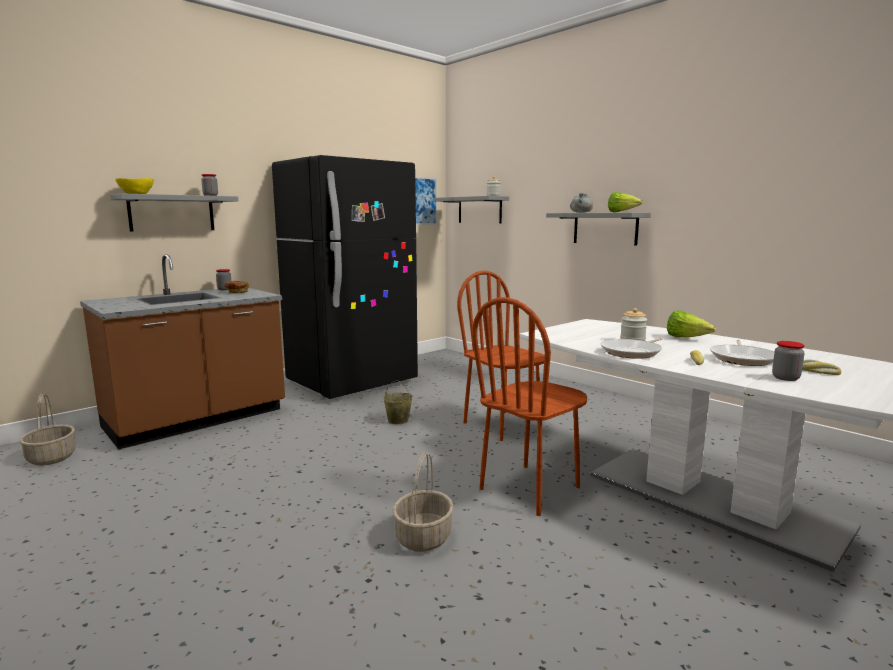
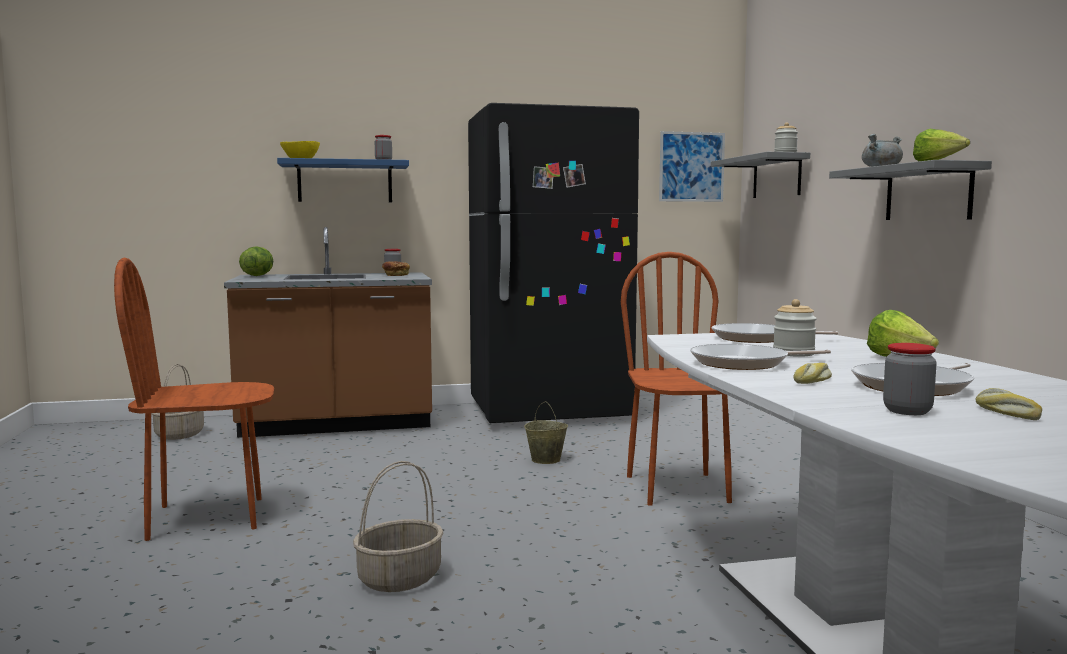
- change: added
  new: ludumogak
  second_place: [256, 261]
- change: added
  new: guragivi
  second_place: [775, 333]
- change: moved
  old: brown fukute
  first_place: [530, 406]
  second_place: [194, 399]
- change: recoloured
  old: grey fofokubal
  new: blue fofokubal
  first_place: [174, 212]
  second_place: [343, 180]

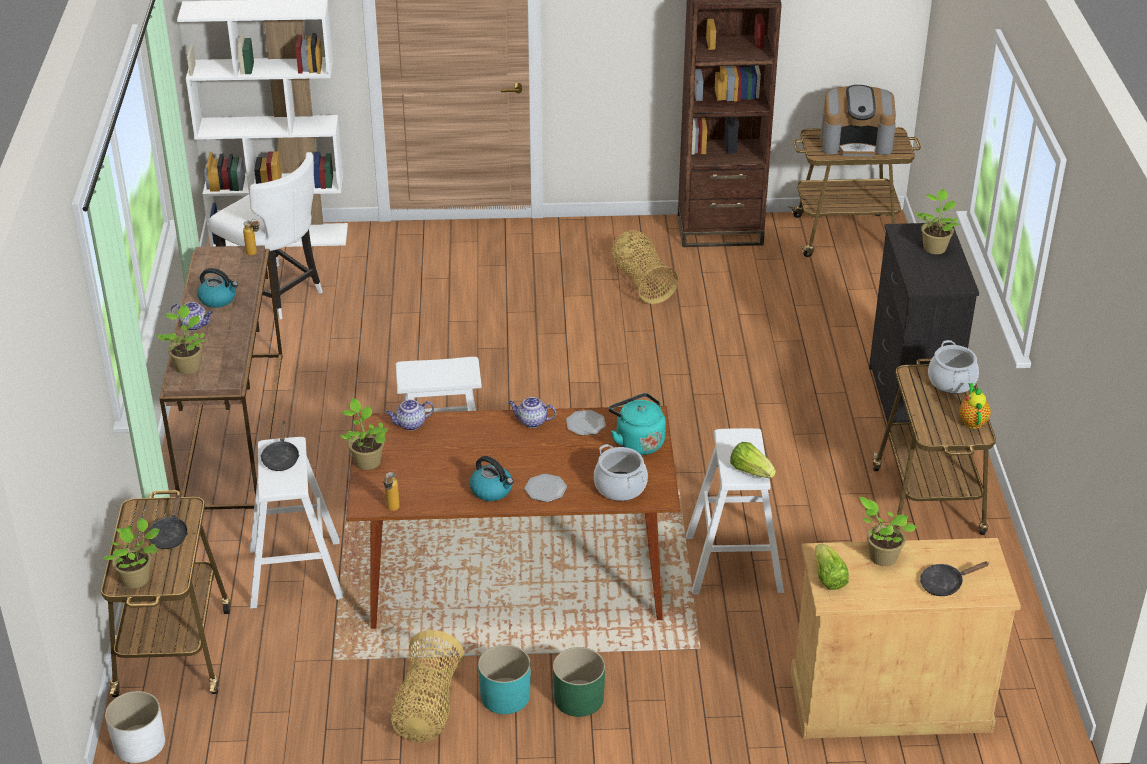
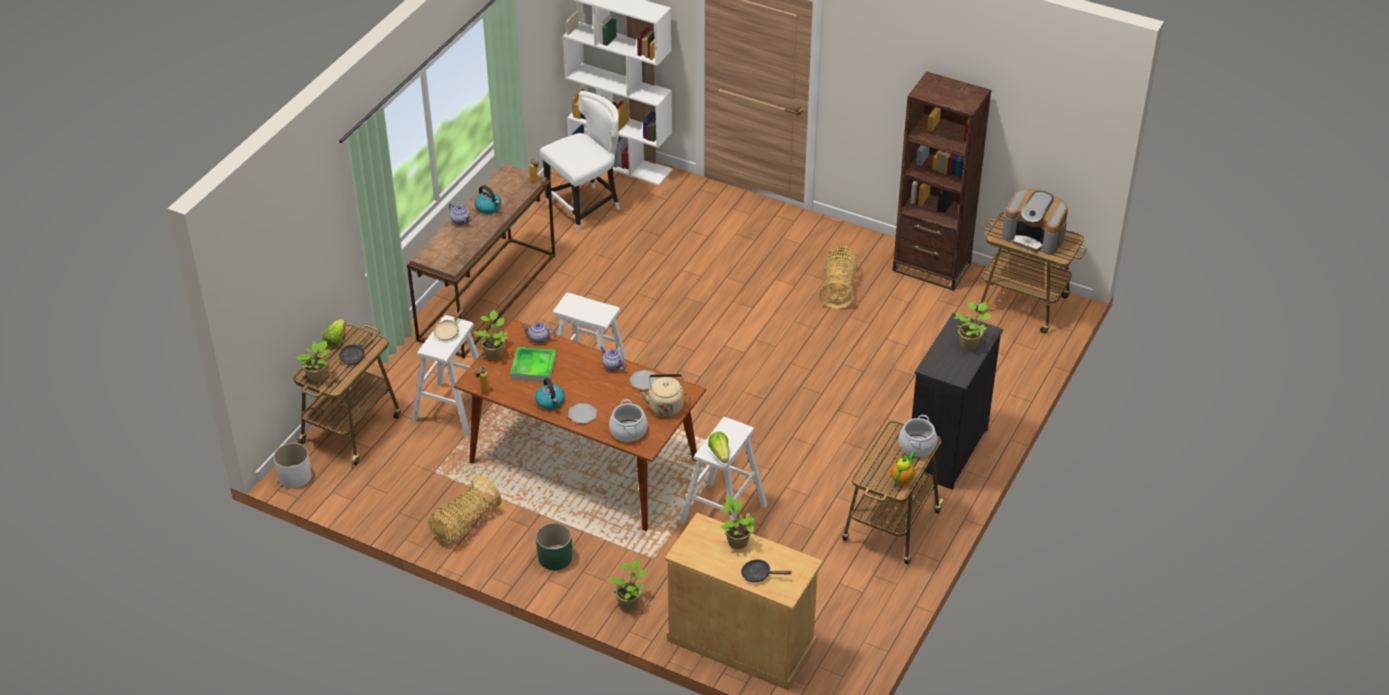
- change: removed
  old: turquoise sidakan
  first_place: [504, 679]
- change: added
  new: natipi
  second_place: [533, 364]
- change: moved
  old: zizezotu
  first_place: [181, 339]
  second_place: [627, 585]
- change: moved
  old: ludumogak
  first_place: [832, 567]
  second_place: [334, 333]
- change: recoloured
  old: black guragivi
  new: beige guragivi
  first_place: [279, 445]
  second_place: [449, 324]
- change: recoloured
  old: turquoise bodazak
  new: beige bodazak
  first_place: [637, 424]
  second_place: [662, 395]
- change: turned
  old: white fukute
  first_place: [265, 236]
  second_place: [580, 161]
  degrees: -105

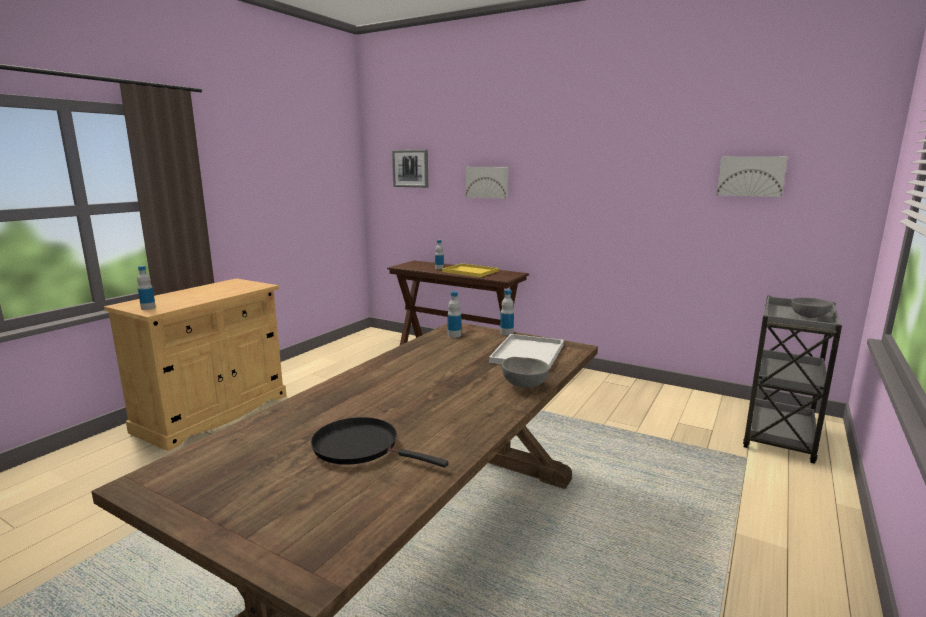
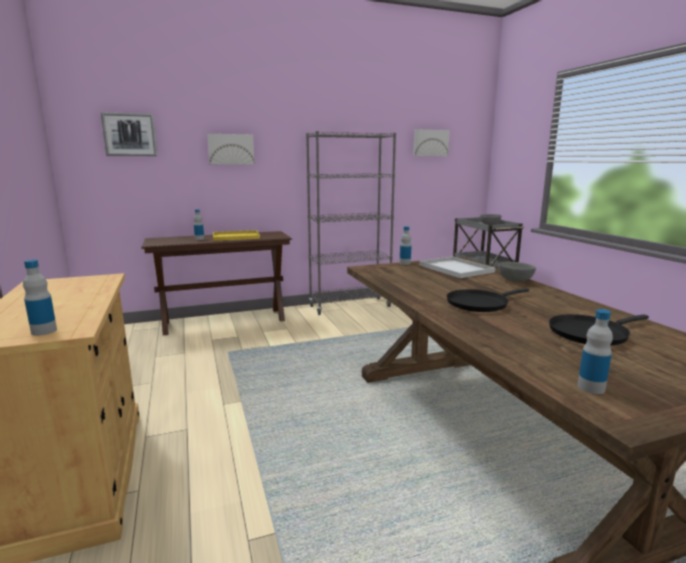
- change: added
  new: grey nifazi
  second_place: [351, 223]
- change: added
  new: black guragivi
  second_place: [488, 300]
- change: moved
  old: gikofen
  first_place: [454, 314]
  second_place: [595, 351]

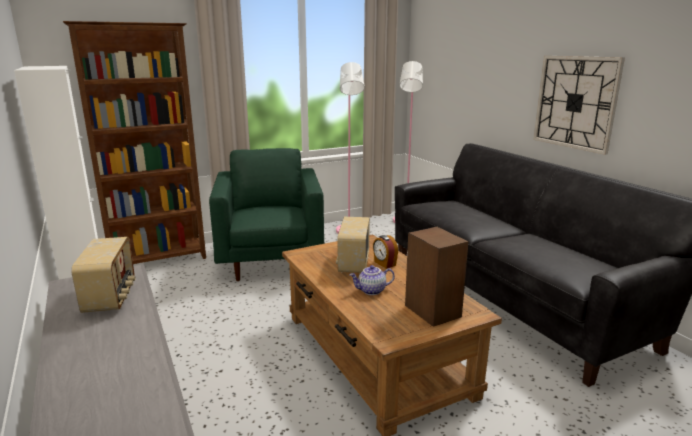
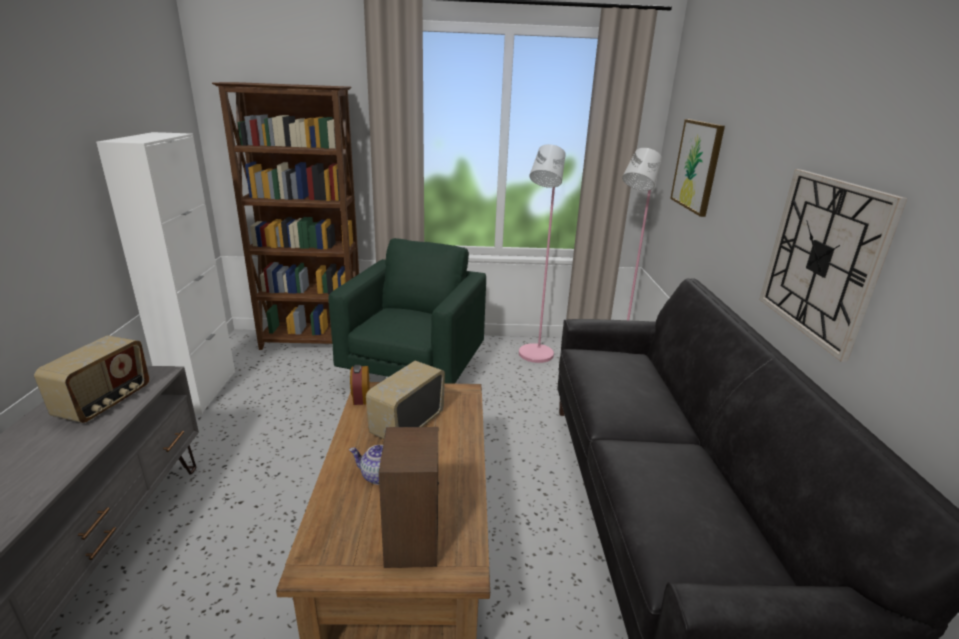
- change: added
  new: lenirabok
  second_place: [697, 168]
- change: moved
  old: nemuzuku
  first_place: [385, 252]
  second_place: [360, 385]

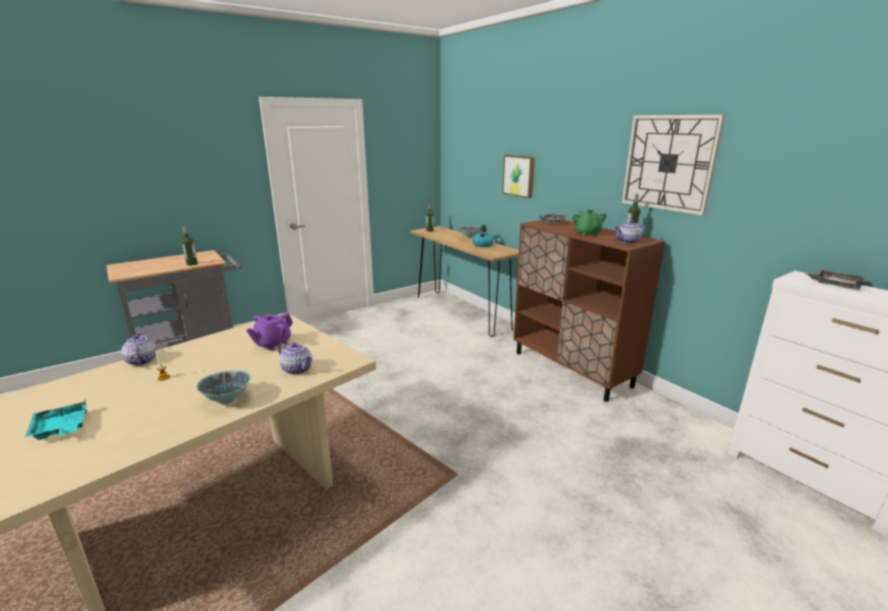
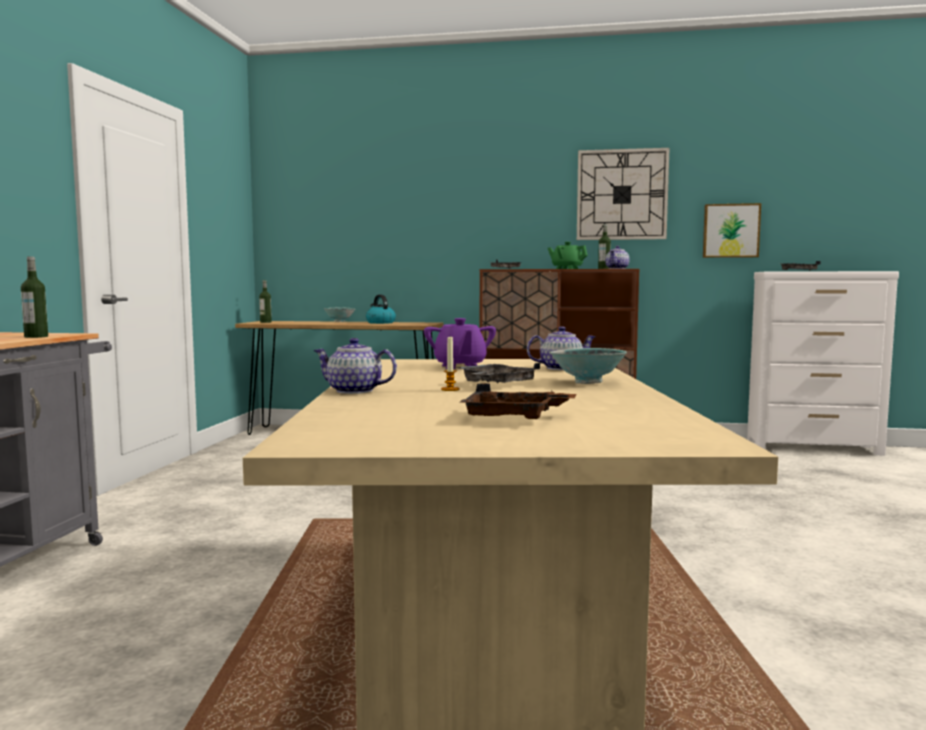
- change: added
  new: grey natipi
  second_place: [498, 373]
- change: moved
  old: lenirabok
  first_place: [518, 176]
  second_place: [732, 230]
- change: recoloured
  old: turquoise natipi
  new: brown natipi
  first_place: [56, 420]
  second_place: [518, 401]

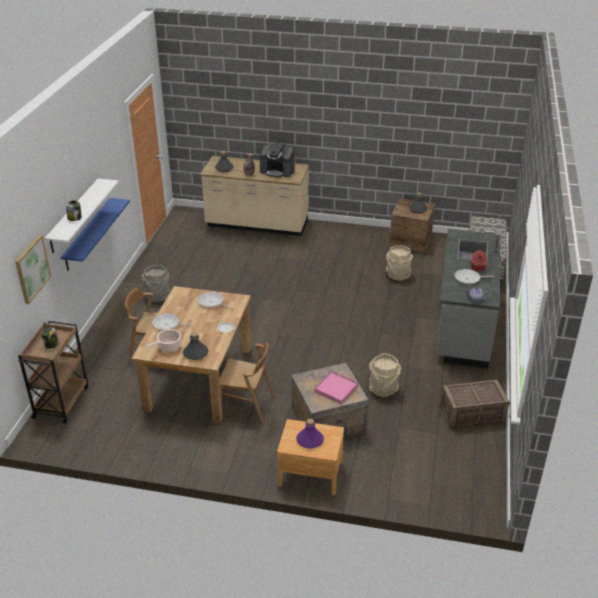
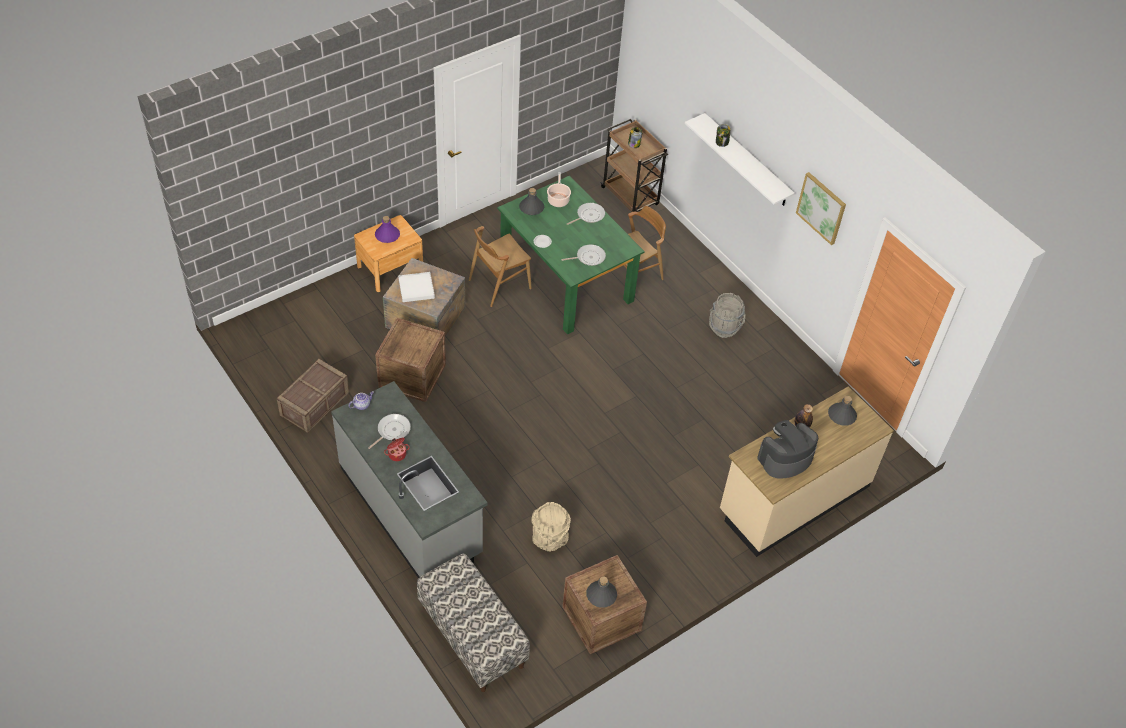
- change: removed
  old: blue fofokubal
  first_place: [95, 234]
- change: moved
  old: lenirabok
  first_place: [33, 269]
  second_place: [821, 208]
- change: replaced
  old: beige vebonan
  new: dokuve
  first_place: [385, 375]
  second_place: [410, 360]
- change: recoloured
  old: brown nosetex
  new: green nosetex
  first_place: [191, 354]
  second_place: [571, 255]
- change: recoloured
  old: pink natipi
  new: white natipi
  first_place: [336, 387]
  second_place: [416, 287]

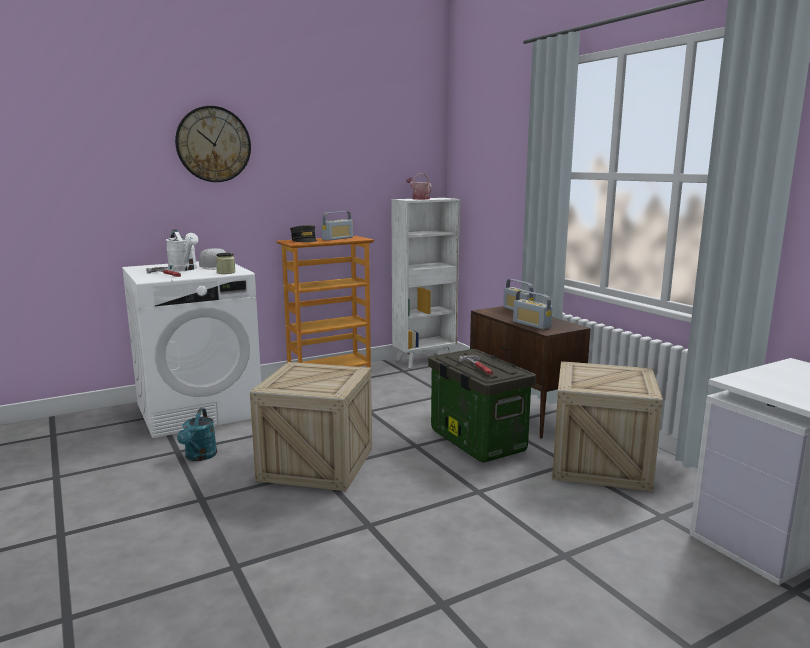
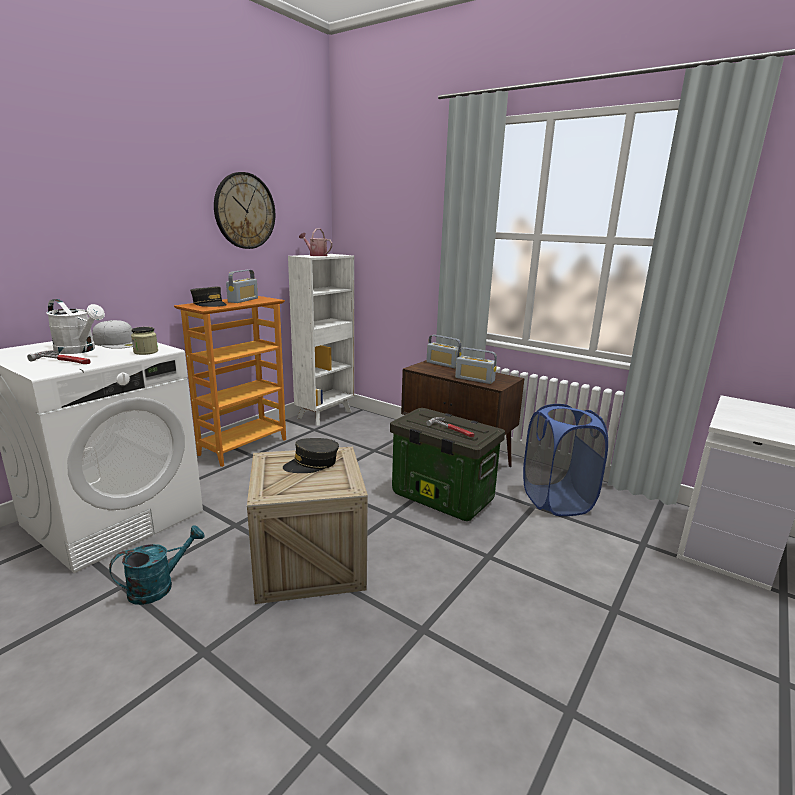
- change: added
  new: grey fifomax
  second_place: [311, 455]
- change: moved
  old: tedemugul
  first_place: [213, 144]
  second_place: [244, 210]
- change: replaced
  old: dokuve
  new: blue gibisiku
  first_place: [607, 426]
  second_place: [565, 460]
- change: turned
  old: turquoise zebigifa
  first_place: [197, 434]
  second_place: [157, 565]
  degrees: -105

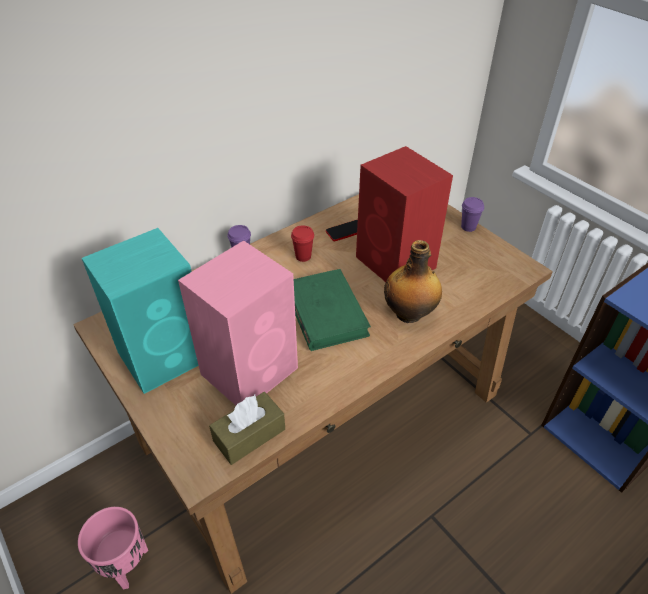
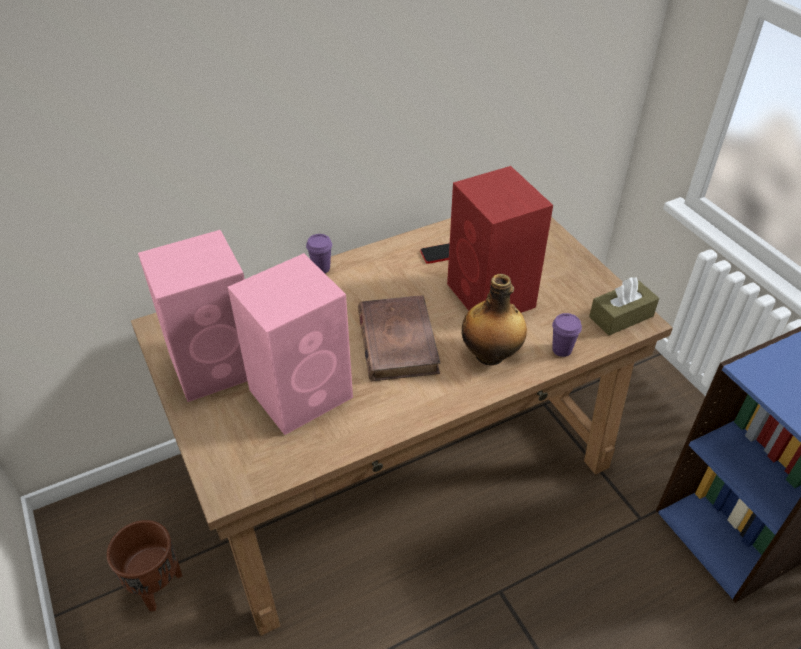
- change: removed
  old: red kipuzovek
  first_place: [302, 243]
- change: moved
  old: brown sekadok
  first_place: [247, 428]
  second_place: [624, 306]
- change: moved
  old: purple kipuzovek
  first_place: [472, 214]
  second_place: [567, 335]
- change: recoloured
  old: pink sidakan
  new: brown sidakan
  first_place: [113, 548]
  second_place: [144, 565]
- change: recoloured
  old: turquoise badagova
  new: pink badagova
  first_place: [140, 311]
  second_place: [192, 316]
- change: recoloured
  old: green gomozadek
  new: brown gomozadek
  first_place: [332, 310]
  second_place: [399, 338]

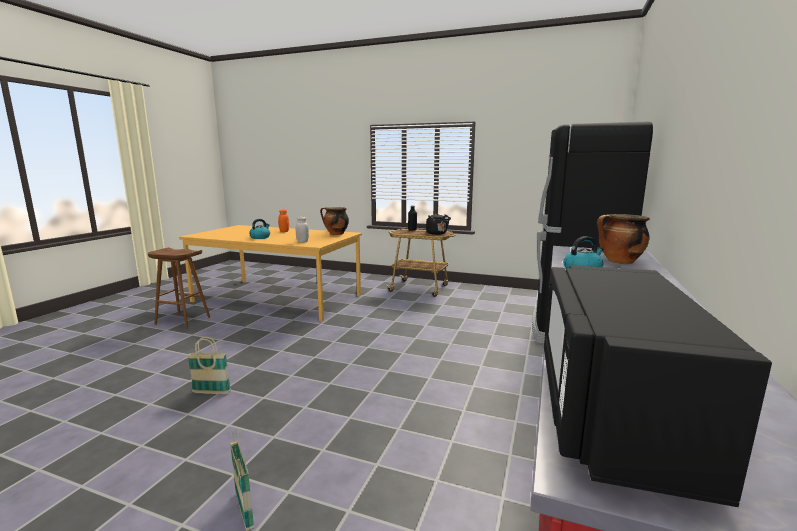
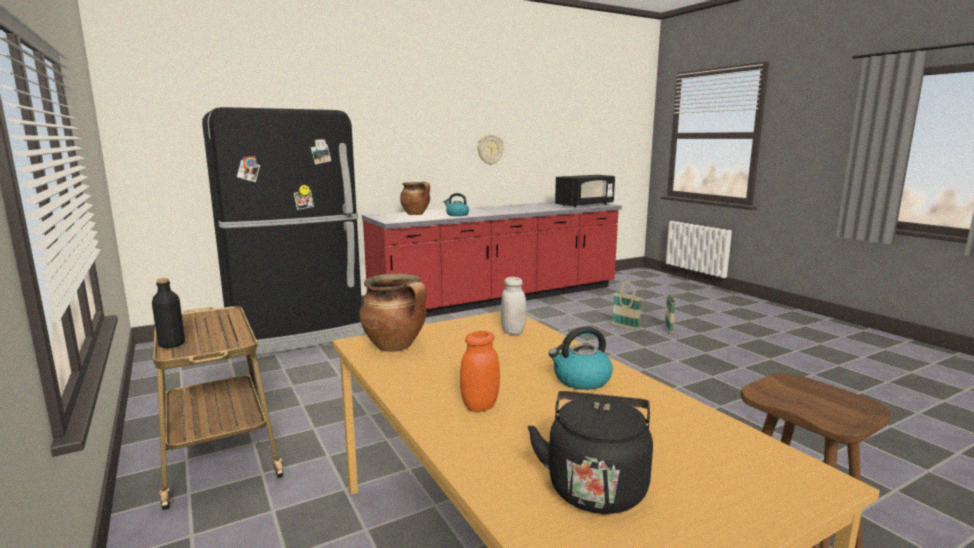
- change: added
  new: tedemugul
  second_place: [491, 150]
- change: moved
  old: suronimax
  first_place: [209, 365]
  second_place: [627, 306]
- change: moved
  old: black bodazak
  first_place: [438, 224]
  second_place: [590, 452]

